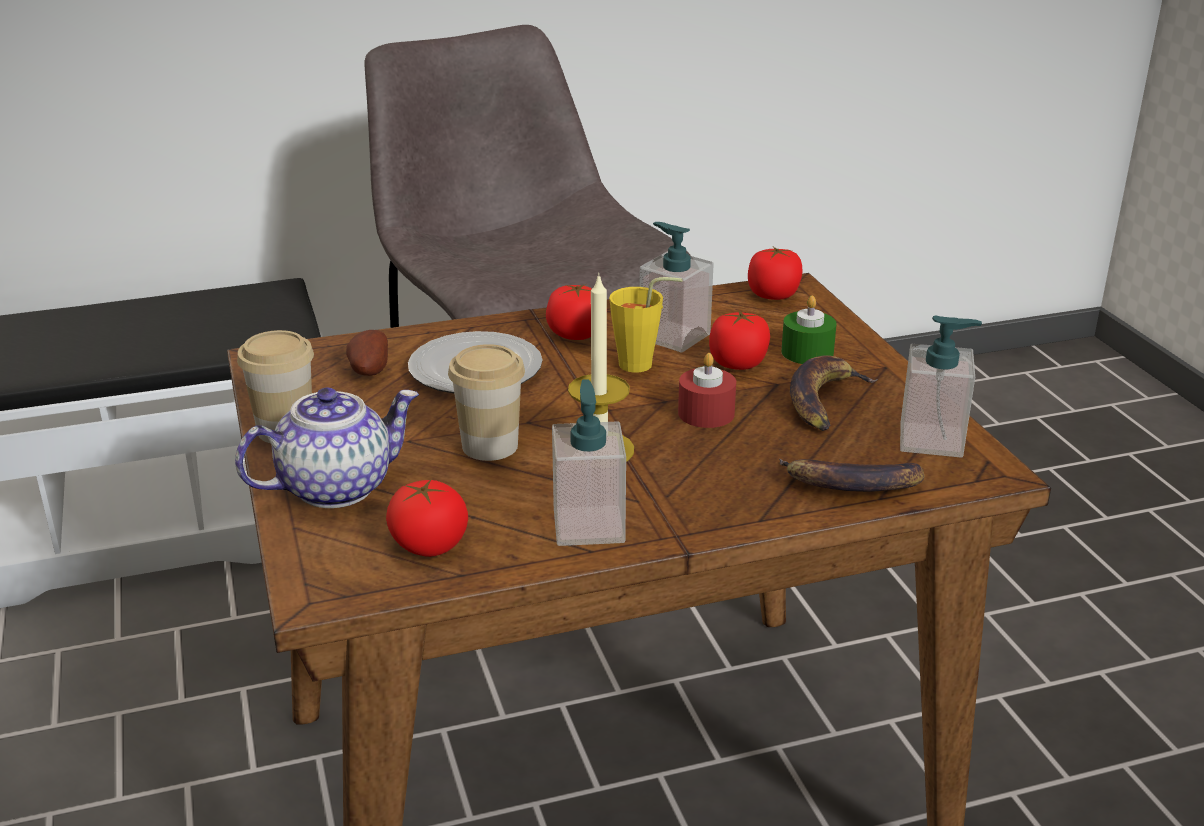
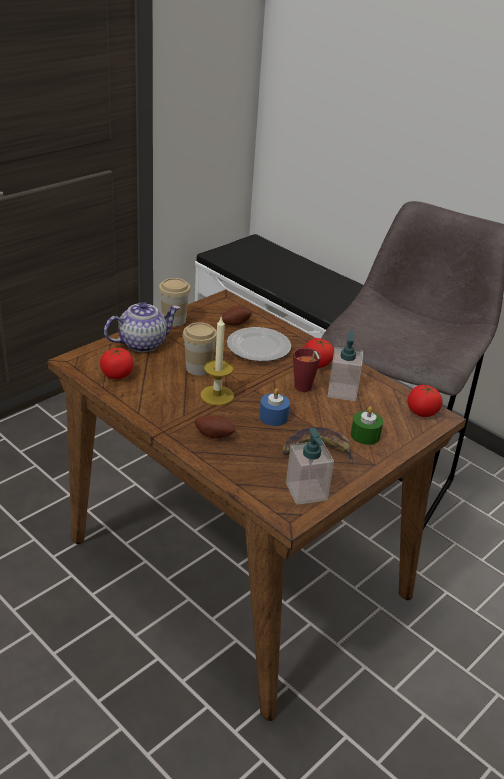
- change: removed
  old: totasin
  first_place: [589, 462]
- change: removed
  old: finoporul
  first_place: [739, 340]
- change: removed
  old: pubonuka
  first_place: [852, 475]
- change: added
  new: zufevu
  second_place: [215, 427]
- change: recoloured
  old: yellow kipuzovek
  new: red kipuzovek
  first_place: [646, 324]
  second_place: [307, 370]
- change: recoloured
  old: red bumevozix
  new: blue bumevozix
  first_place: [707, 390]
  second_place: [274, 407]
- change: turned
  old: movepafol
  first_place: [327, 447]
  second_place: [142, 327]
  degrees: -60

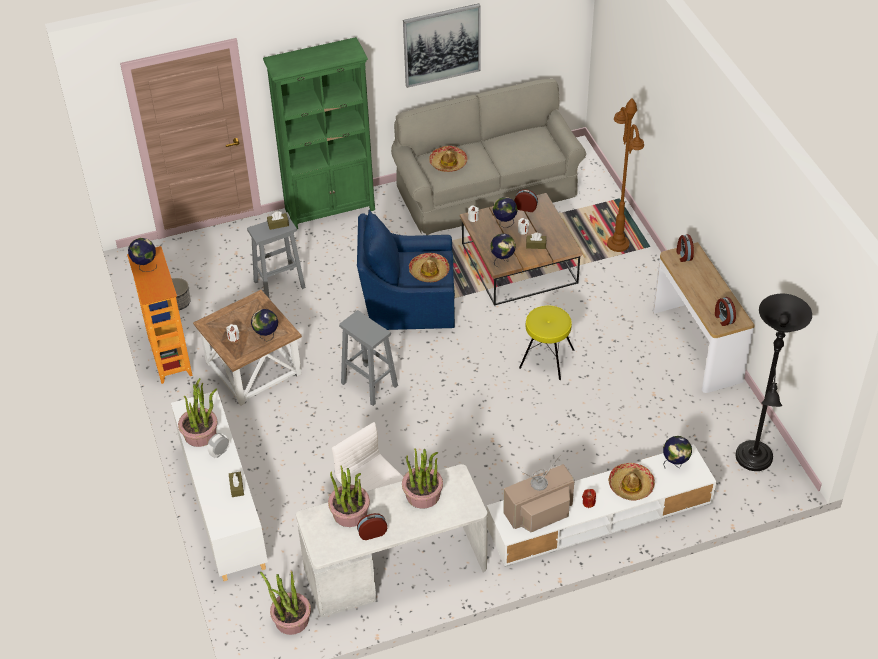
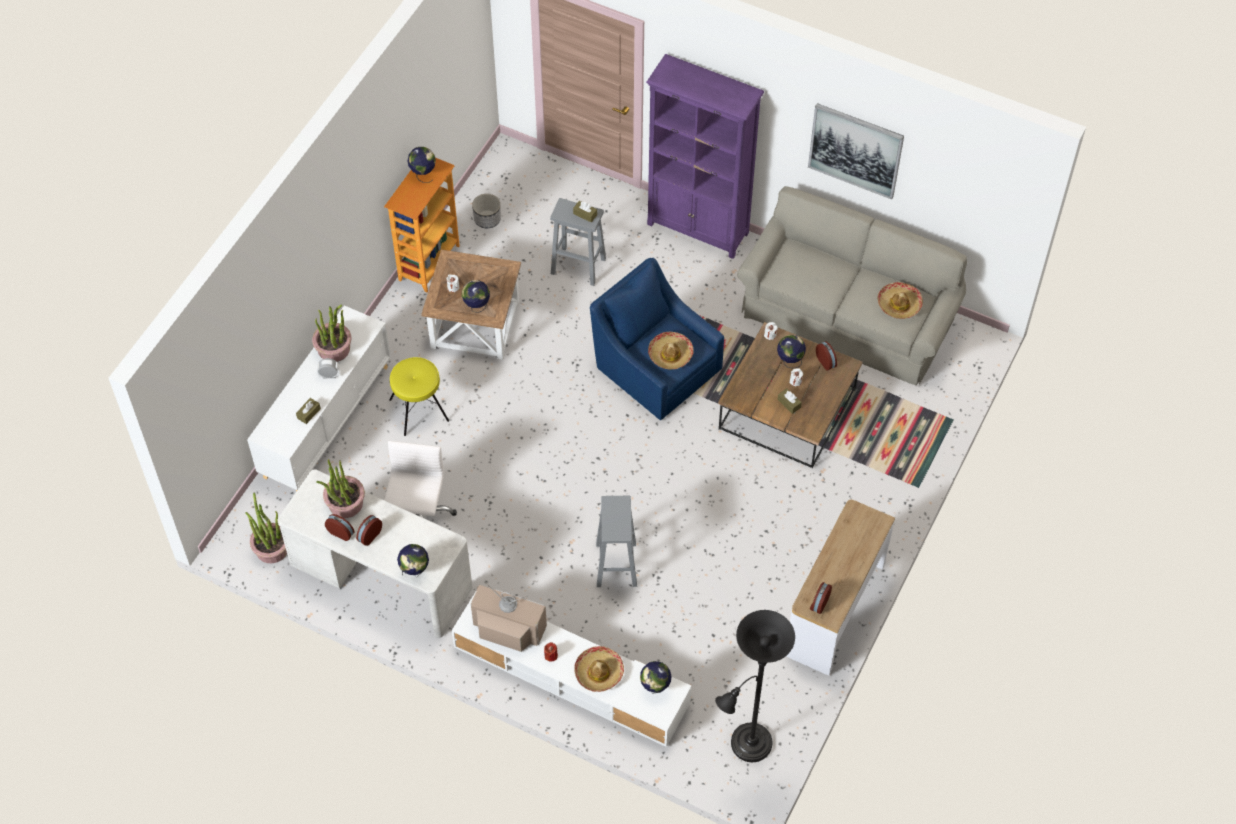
- change: removed
  old: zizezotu
  first_place: [422, 478]
- change: removed
  old: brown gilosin
  first_place: [625, 175]
- change: moved
  old: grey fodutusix
  first_place: [368, 358]
  second_place: [616, 541]
- change: moved
  old: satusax
  first_place: [448, 159]
  second_place: [900, 300]
- change: moved
  old: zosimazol
  first_place: [503, 250]
  second_place: [413, 561]
- change: moved
  old: yellow fodutusix
  first_place: [546, 343]
  second_place: [419, 396]
- change: moved
  old: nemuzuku
  first_place: [685, 248]
  second_place: [369, 530]
- change: recoloured
  old: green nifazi
  new: purple nifazi
  first_place: [319, 133]
  second_place: [705, 156]

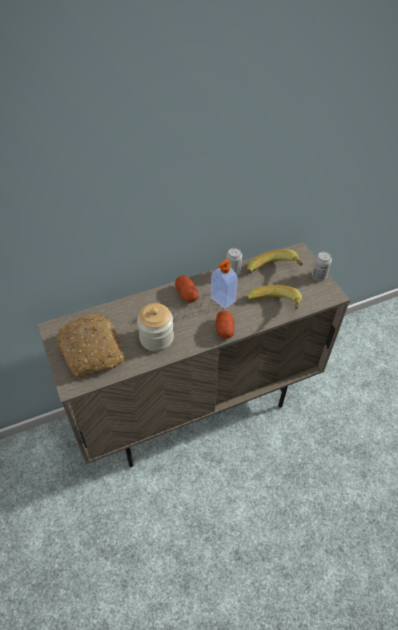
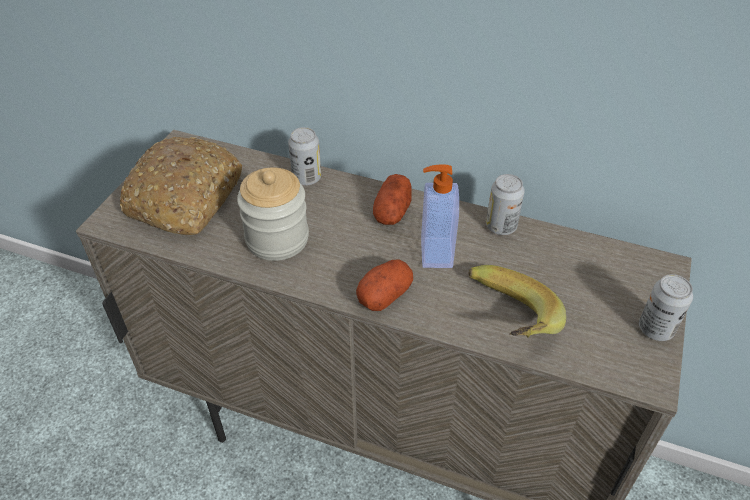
- change: removed
  old: pubonuka
  first_place: [275, 261]
- change: added
  new: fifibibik
  second_place: [304, 156]

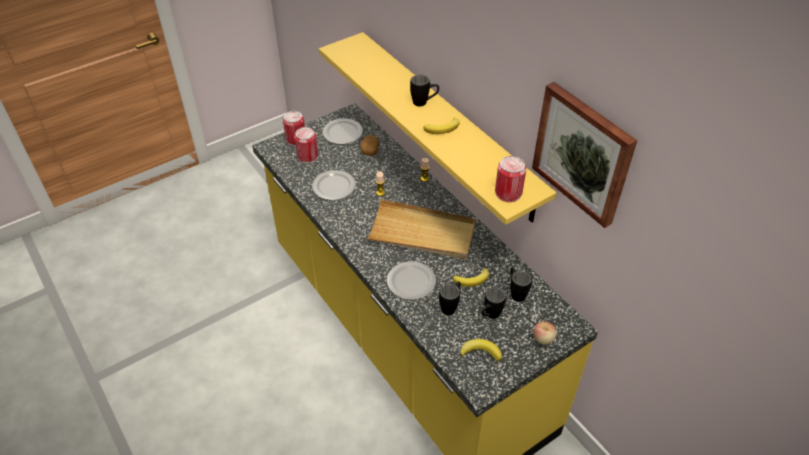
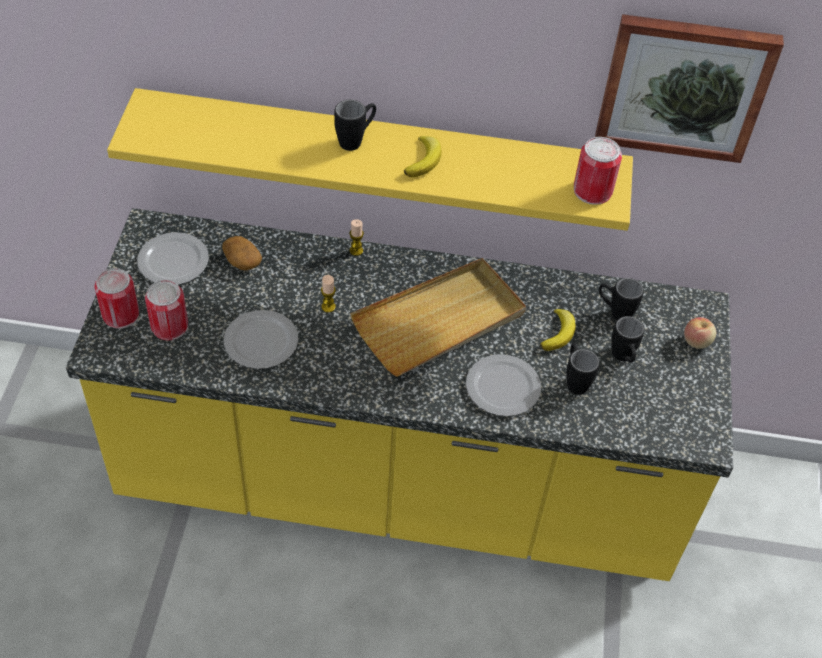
- change: removed
  old: pubonuka
  first_place: [481, 350]

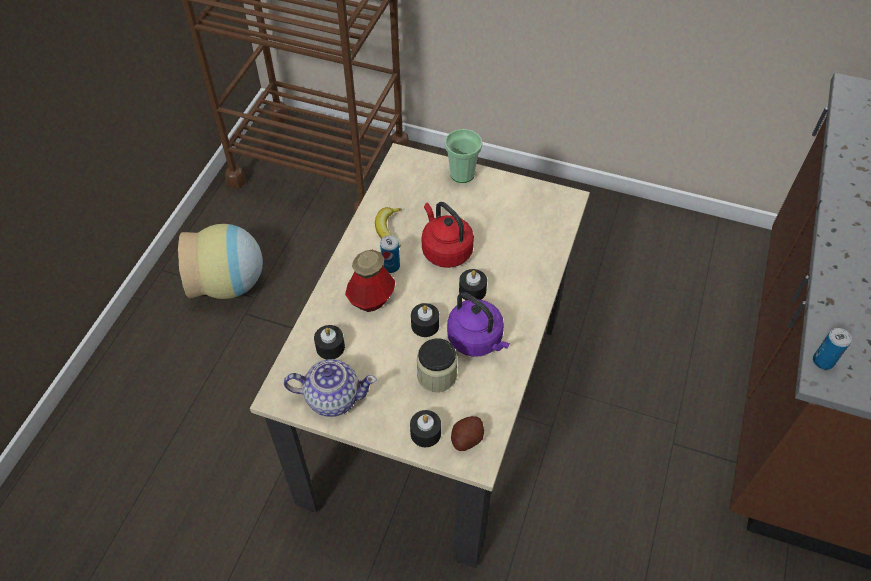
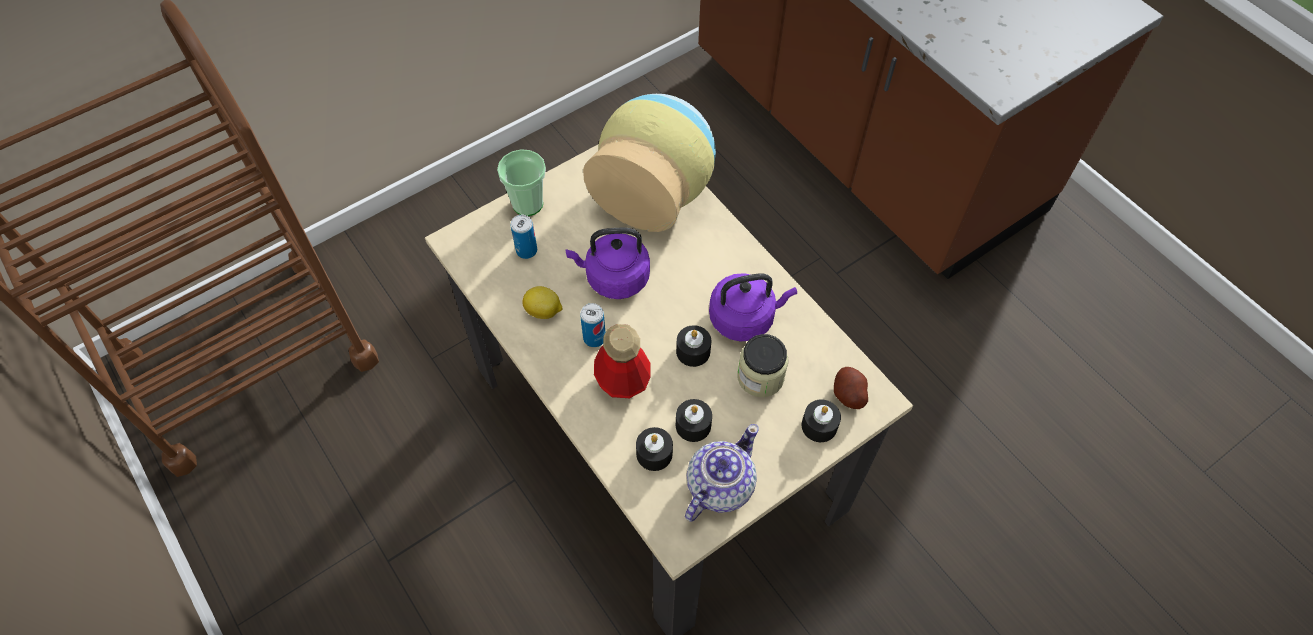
- change: moved
  old: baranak
  first_place: [220, 261]
  second_place: [649, 163]
- change: moved
  old: black bumevozix
  first_place: [473, 284]
  second_place: [694, 420]
- change: moved
  old: fifibibik
  first_place: [832, 349]
  second_place: [523, 237]
- change: replaced
  old: pubonuka
  new: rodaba
  first_place: [388, 227]
  second_place: [542, 302]
- change: recoloured
  old: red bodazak
  new: purple bodazak
  first_place: [448, 235]
  second_place: [608, 263]

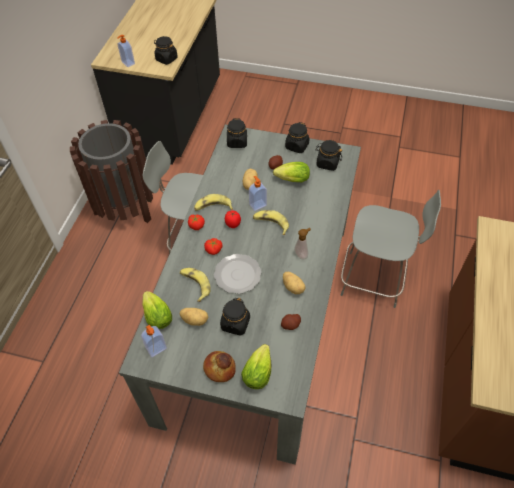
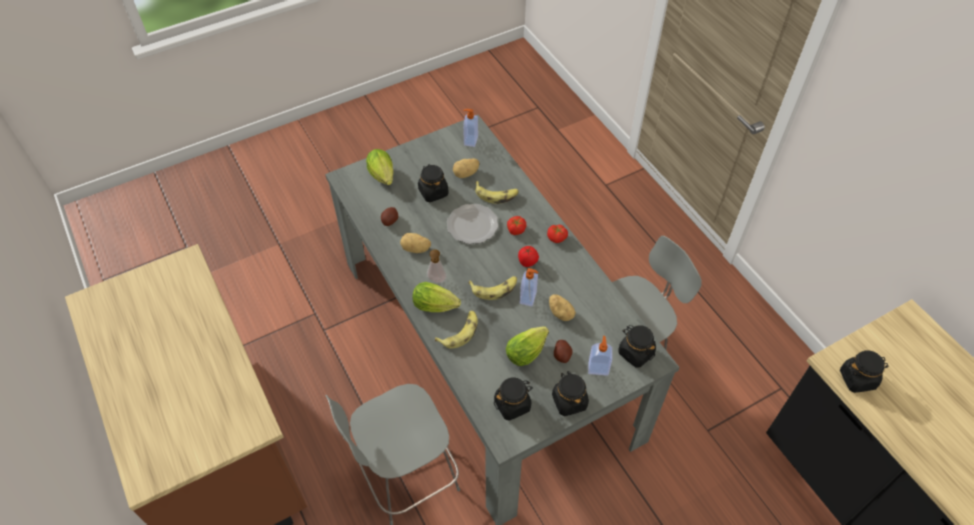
- change: removed
  old: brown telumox
  first_place: [111, 171]
- change: removed
  old: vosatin
  first_place: [219, 366]
- change: moved
  old: totasin
  first_place: [126, 51]
  second_place: [600, 356]
- change: moved
  old: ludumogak
  first_place: [157, 310]
  second_place: [436, 297]
- change: moved
  old: pubonuka
  first_place: [213, 202]
  second_place: [456, 329]

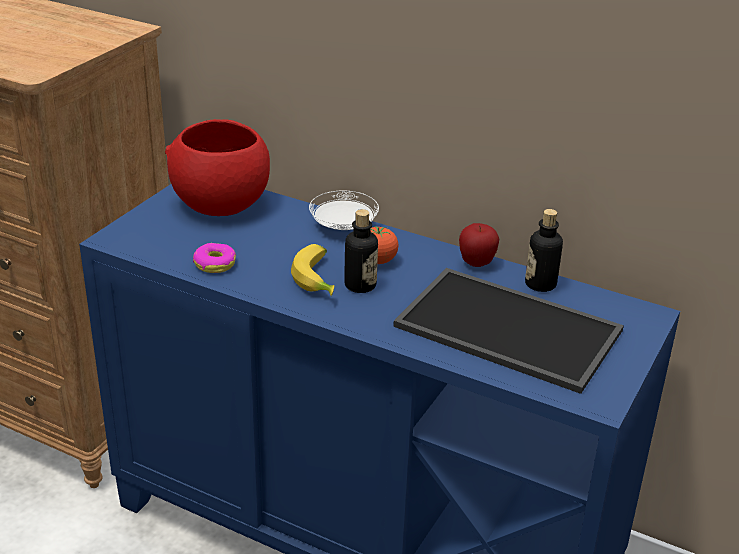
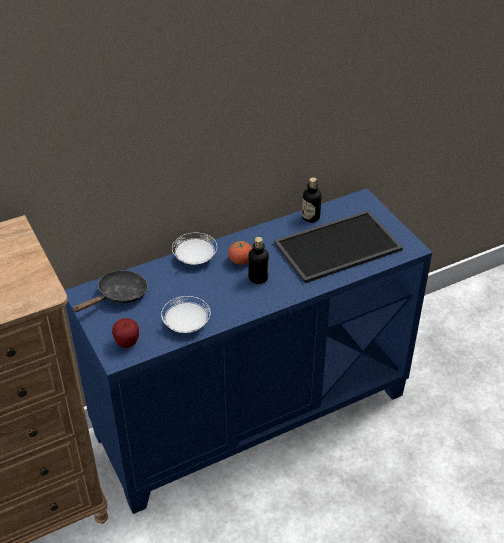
- change: removed
  old: pubonuka
  first_place: [312, 270]
- change: moved
  old: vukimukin
  first_place: [479, 245]
  second_place: [125, 333]
- change: replaced
  old: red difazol
  new: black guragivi
  first_place: [217, 167]
  second_place: [110, 291]
- change: replaced
  old: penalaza
  new: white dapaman
  first_place: [214, 258]
  second_place: [186, 314]

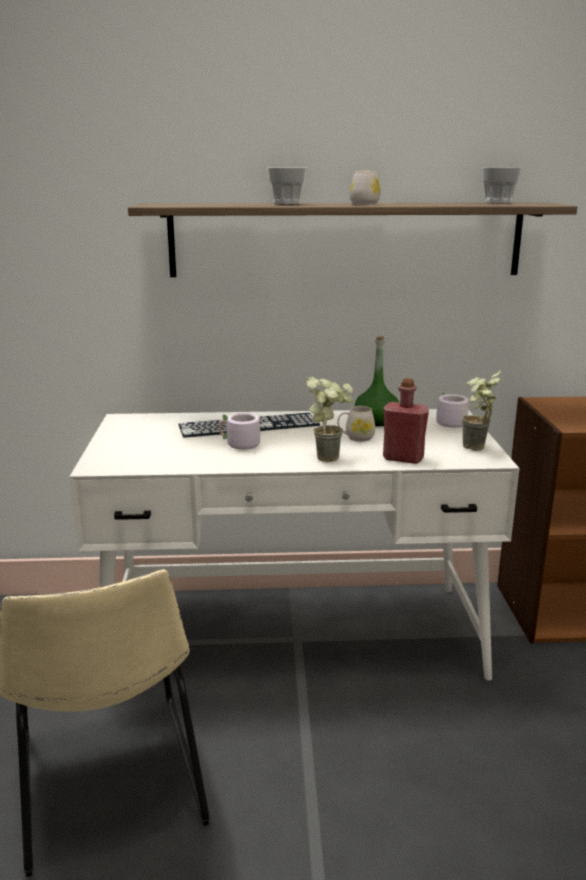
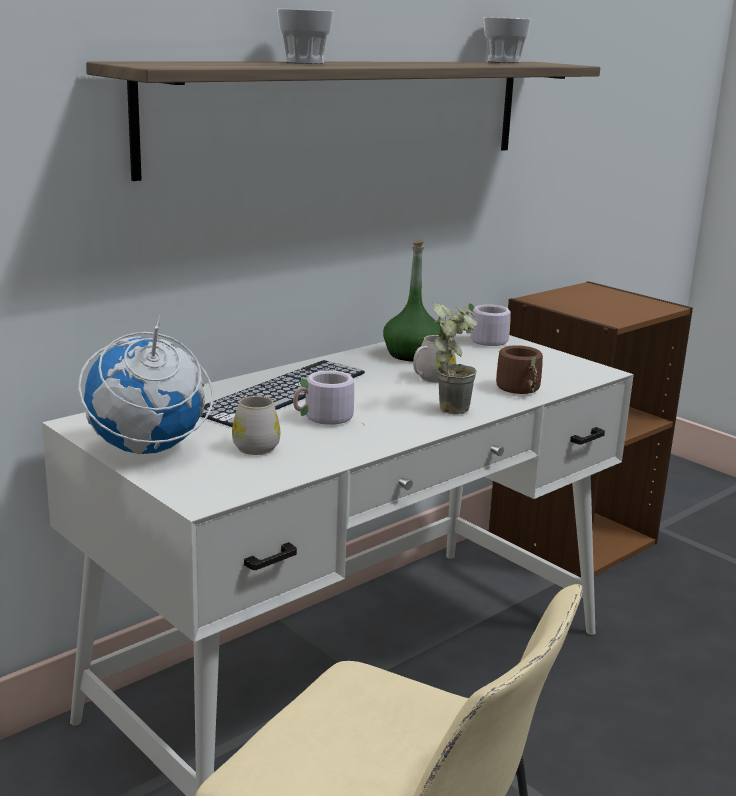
- change: removed
  old: zizezotu
  first_place: [481, 410]
- change: added
  new: zosimazol
  second_place: [146, 383]
- change: moved
  old: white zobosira
  first_place: [365, 188]
  second_place: [256, 425]
- change: replaced
  old: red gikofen
  new: brown zobosira
  first_place: [406, 421]
  second_place: [519, 369]

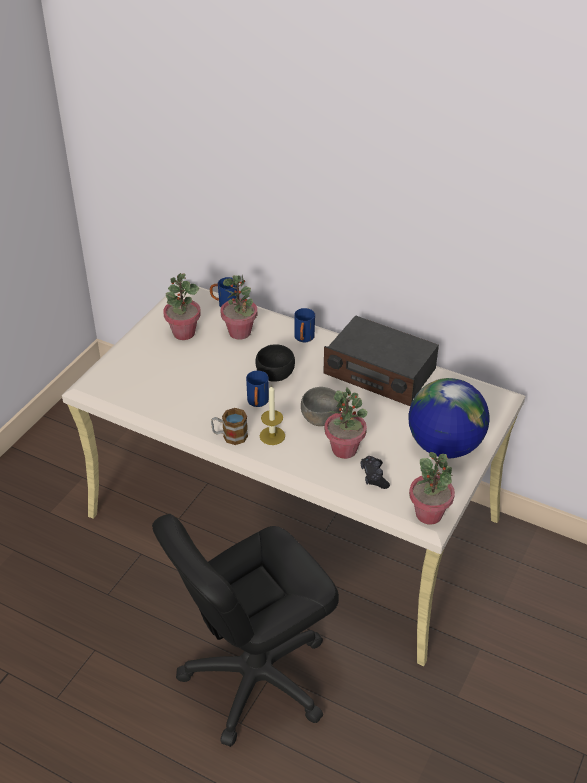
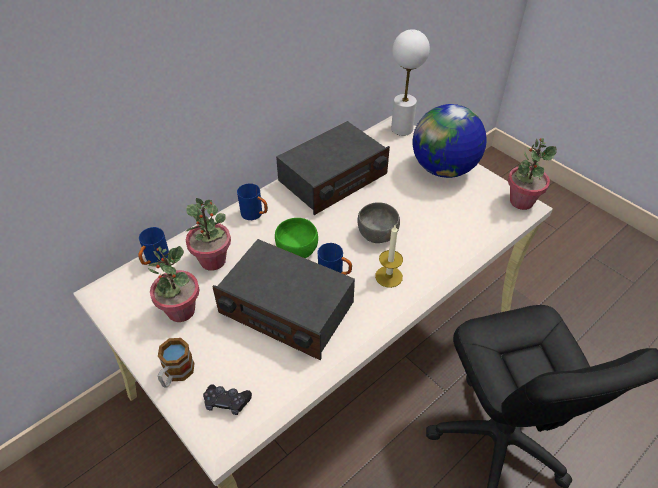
- change: removed
  old: zizezotu
  first_place: [346, 423]
- change: added
  new: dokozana
  second_place: [283, 299]
- change: added
  new: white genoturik
  second_place: [410, 82]
- change: moved
  old: zobosira
  first_place: [229, 426]
  second_place: [176, 363]
- change: moved
  old: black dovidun
  first_place: [375, 472]
  second_place: [227, 399]
- change: recoloured
  old: black difazol
  new: green difazol
  first_place: [275, 363]
  second_place: [296, 238]

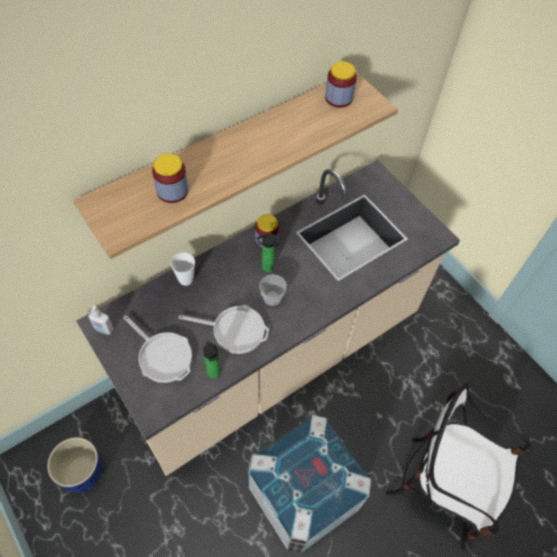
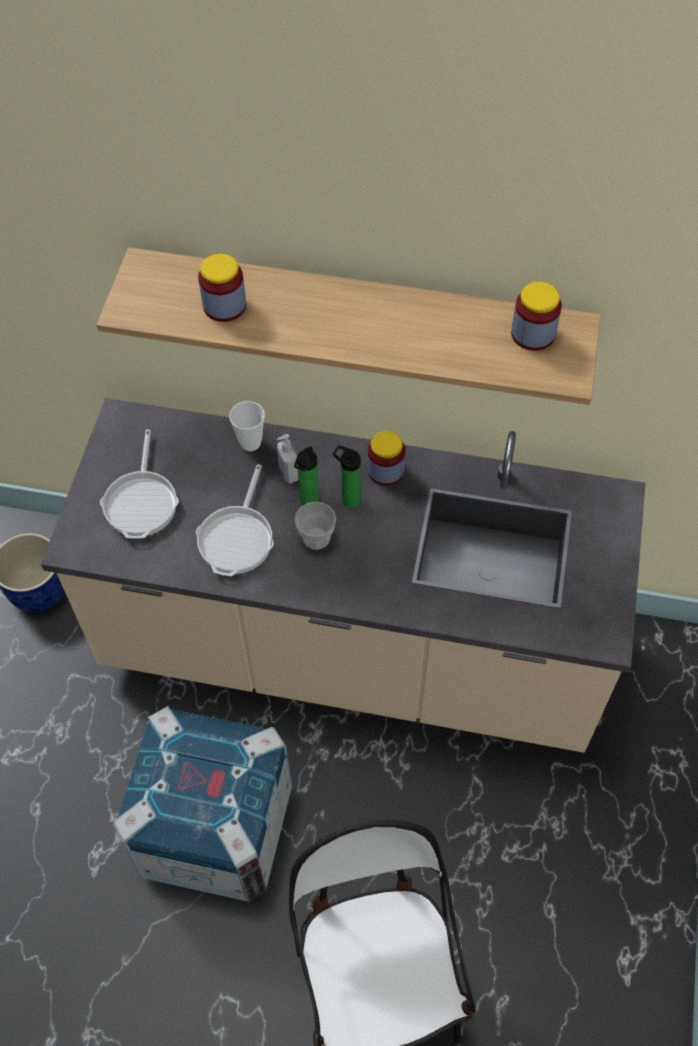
- change: moved
  old: totasin
  first_place: [101, 320]
  second_place: [288, 459]
- change: moved
  old: gikofen
  first_place: [212, 360]
  second_place: [306, 475]
- change: turned
  old: guragivi
  first_place: [224, 329]
  second_place: [235, 520]
  degrees: 45

